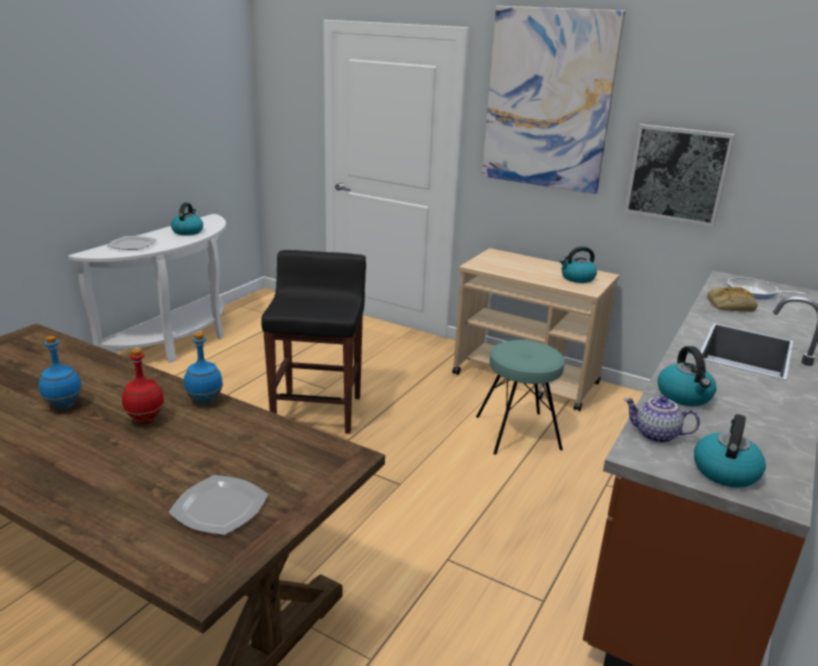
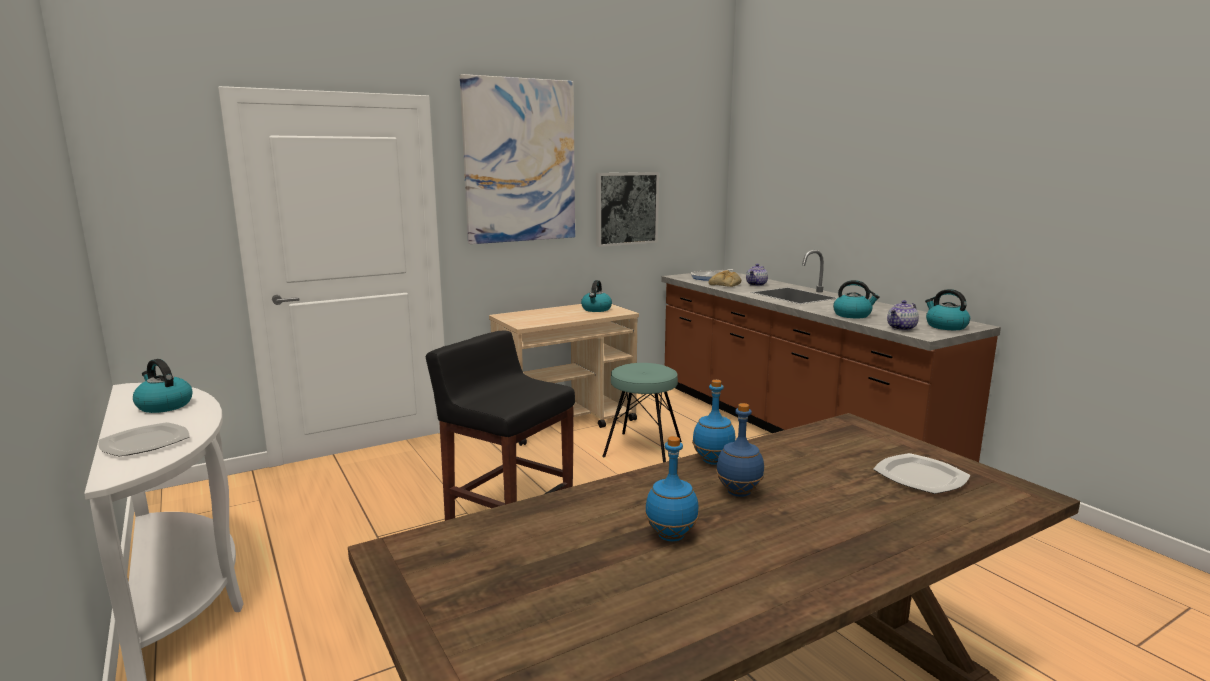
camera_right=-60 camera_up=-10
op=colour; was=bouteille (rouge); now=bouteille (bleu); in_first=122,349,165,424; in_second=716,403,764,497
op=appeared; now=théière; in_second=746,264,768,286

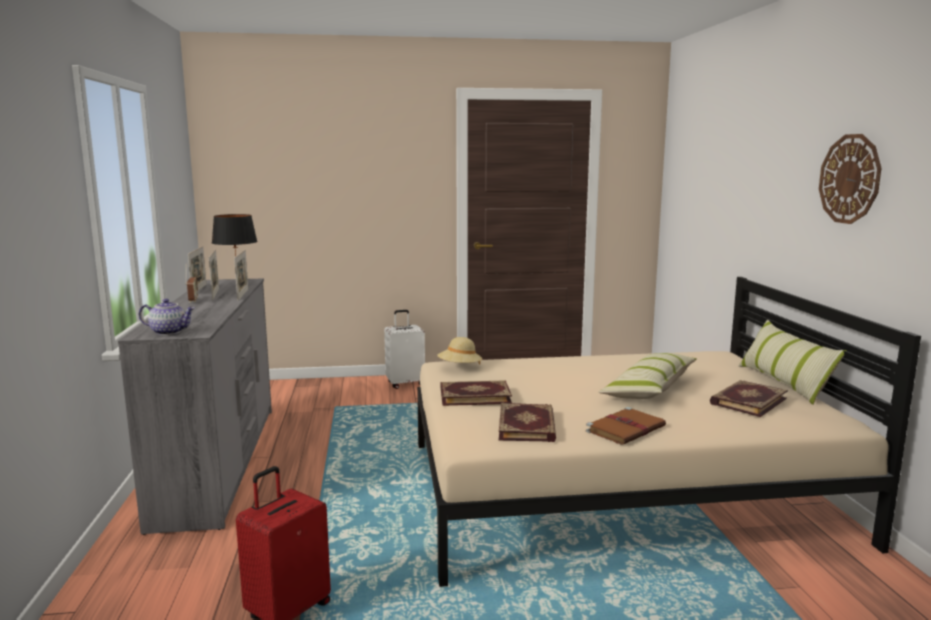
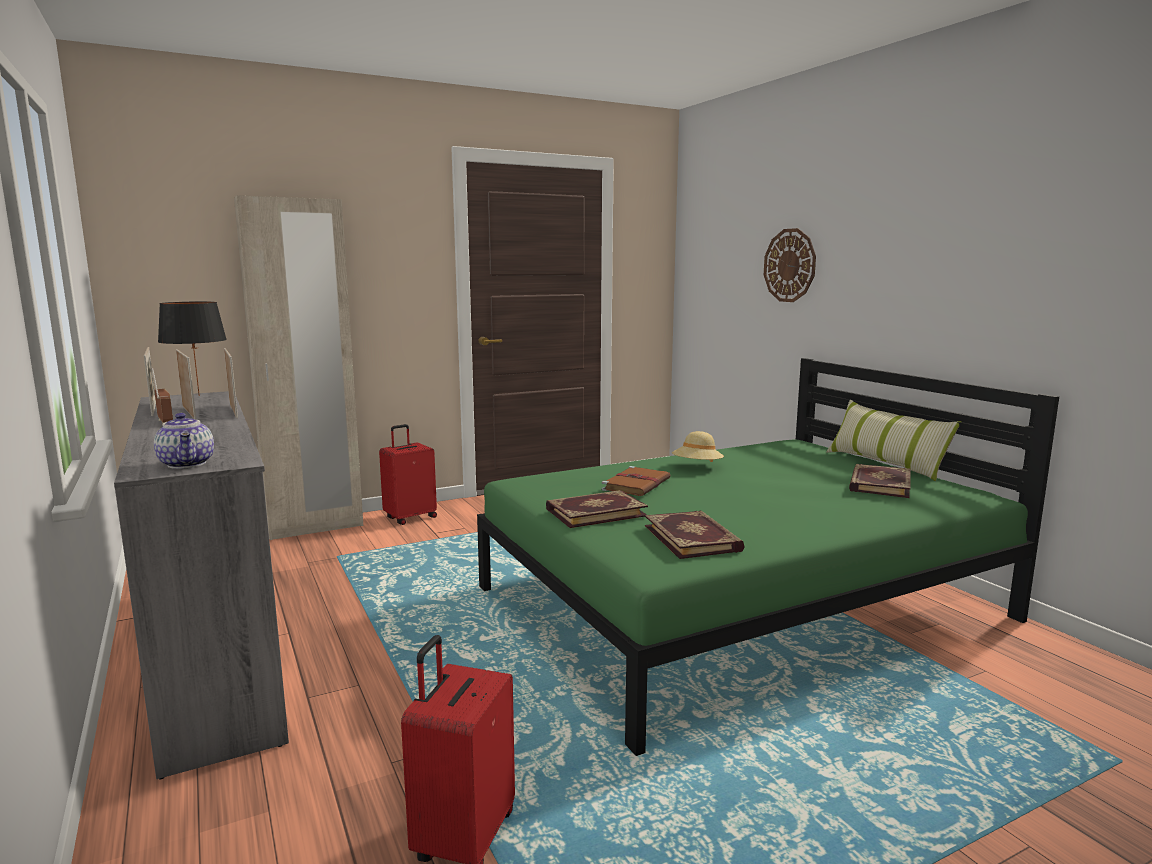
camera_right=-20 camera_up=0
op=spun; was=théière; in_first=139,299,195,335; in_second=154,413,214,469; clockwise=75
op=appeared; now=armoire (beige); in_second=234,195,363,540
op=colour; was=valise (blanc); now=valise (rouge); in_first=384,310,425,389; in_second=379,424,437,525
op=colour; was=lit (beige); now=lit (vert); in_first=417,277,921,587; in_second=477,358,1059,756
op=relocated; was=livre (marron); in_first=586,407,666,445; in_second=602,466,671,496
op=relocated; was=chapeau (beige); in_first=437,337,482,365; in_second=672,431,724,462
op=relocated; was=horloge murale; in_first=819,134,882,224; in_second=764,228,816,302
op=missing; was=coussin; in_first=598,353,697,399

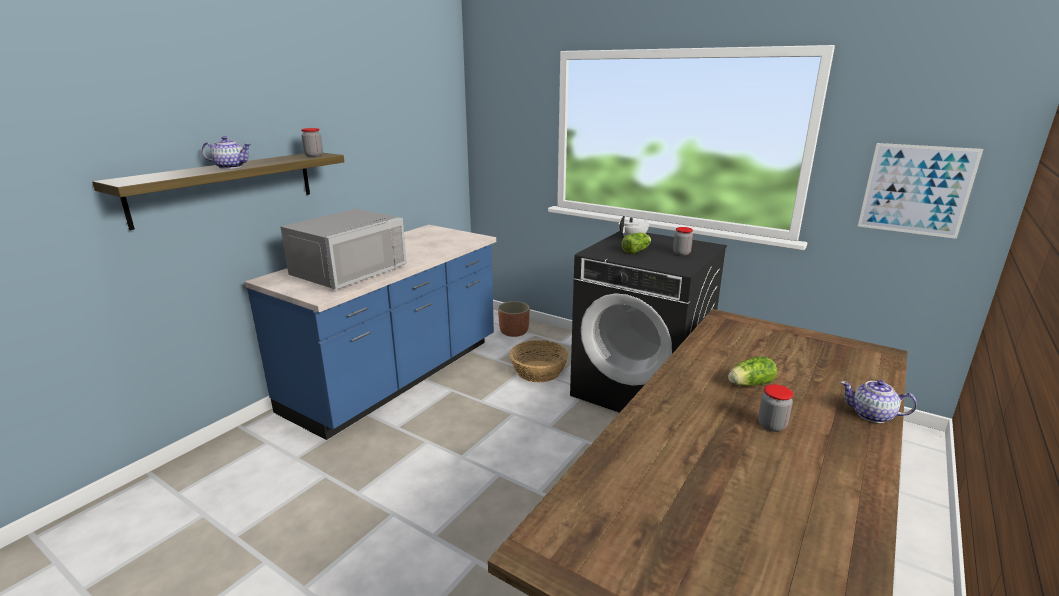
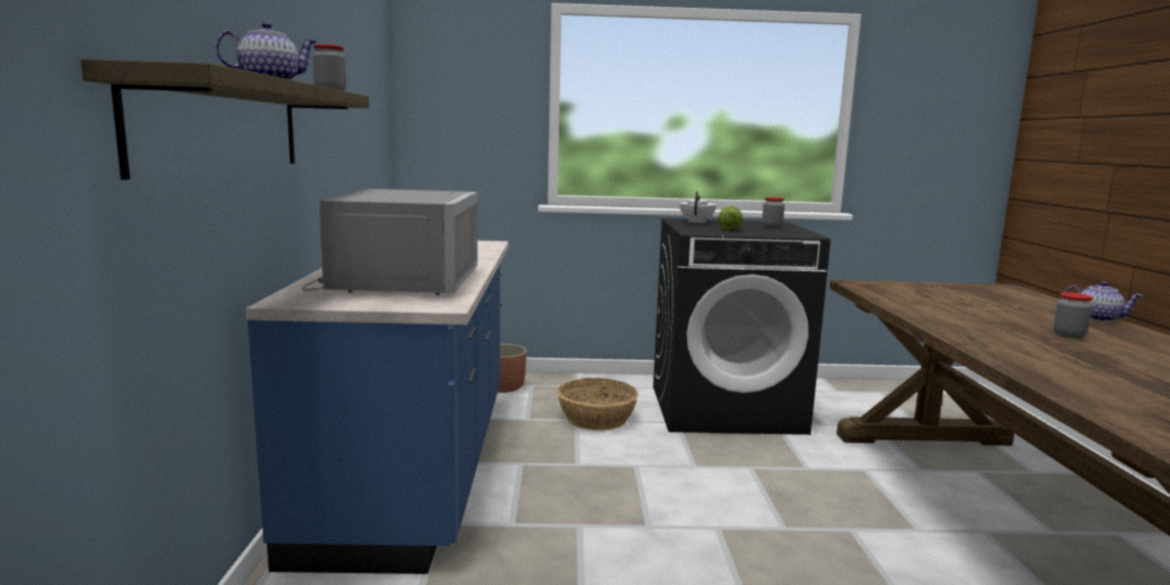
camera_right=-35 camera_up=-10
op=spun; was=théière; in_first=840,380,917,423; in_second=1064,281,1143,322; clockwise=-135
op=missing; was=laitue; in_first=728,356,777,386
op=missing; was=tableau; in_first=858,143,983,239

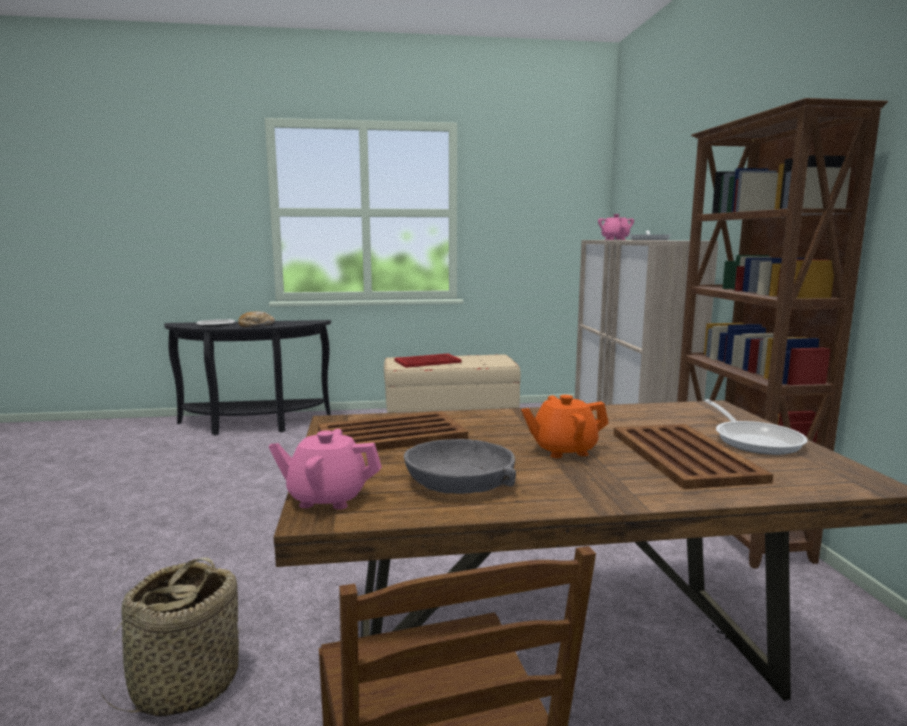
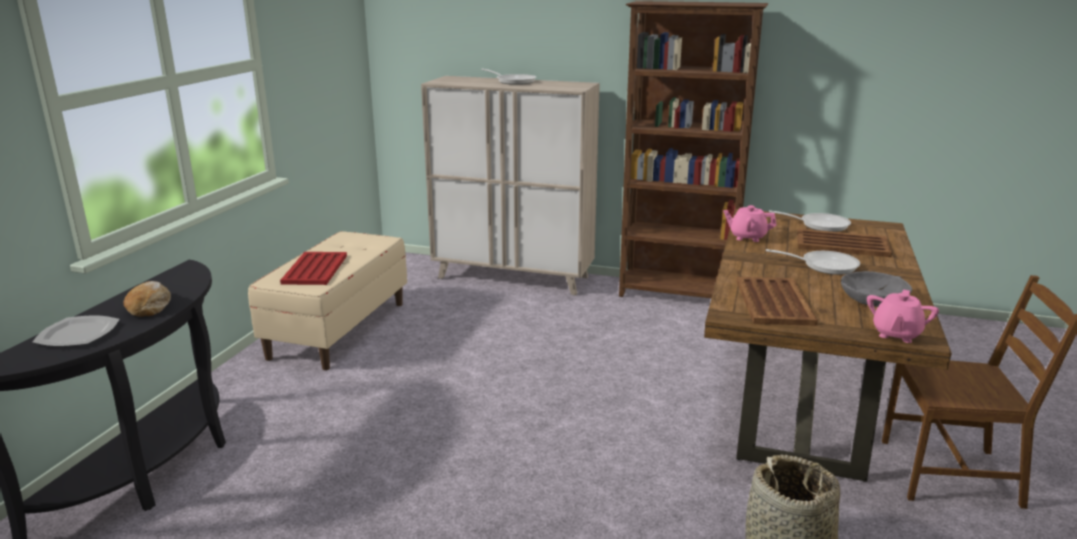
camera_right=-65 camera_up=10
op=relocated; was=théière (rose); in_first=598,214,634,240; in_second=723,205,776,242
op=exchanged; was=théière (orange); now=poêle; in_first=521,395,609,458; in_second=766,249,860,275

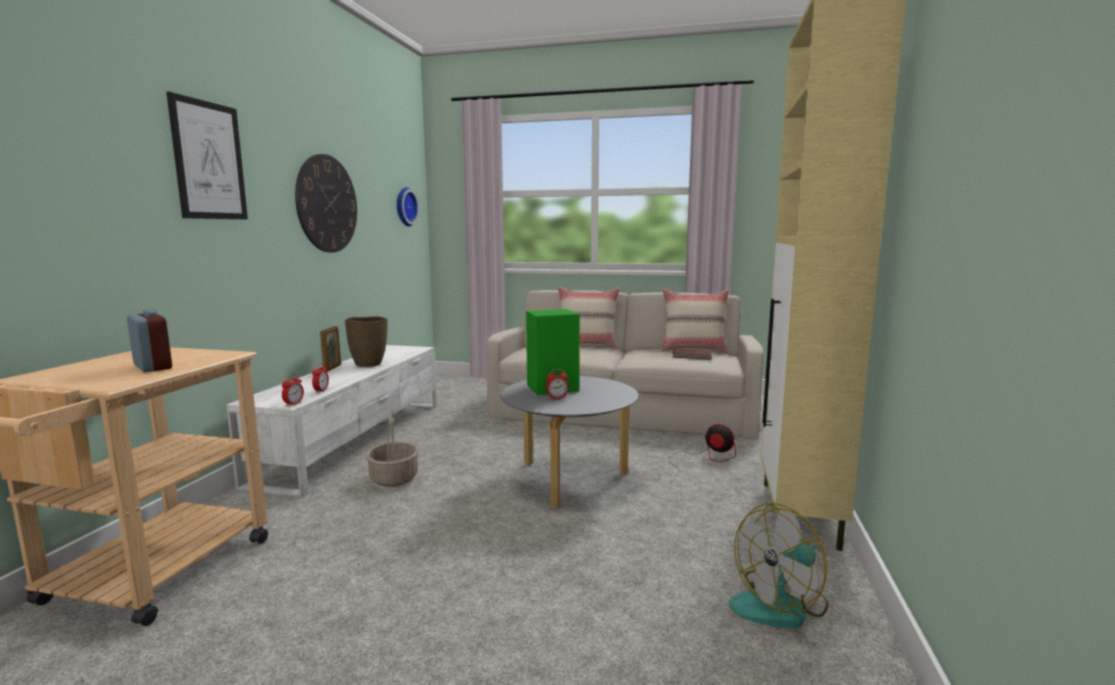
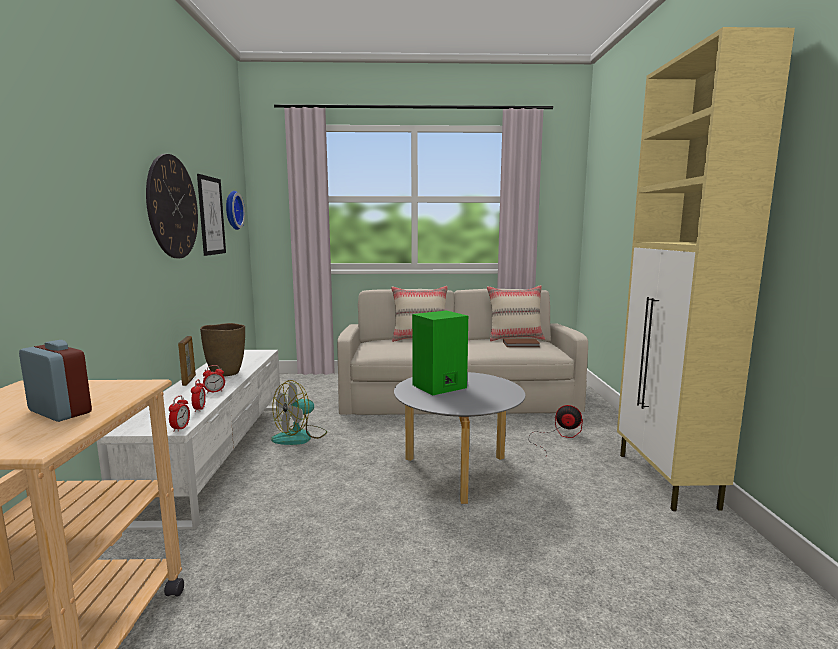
camera_right=-15 camera_up=0
op=relocated; was=tableau; in_first=166,92,248,219; in_second=197,174,226,256
op=relocated; was=réveil; in_first=546,369,569,399; in_second=203,365,225,393
op=relocated; was=ventilateur; in_first=729,503,828,628; in_second=271,380,327,445
op=missing; was=panier; in_first=366,405,419,487

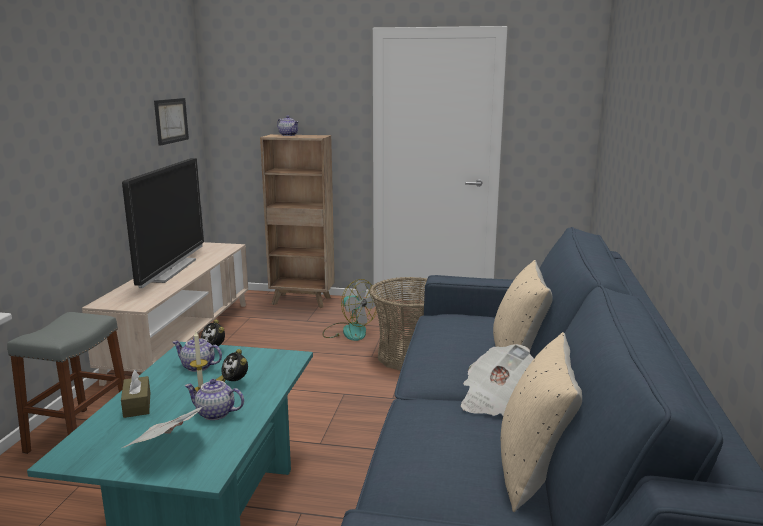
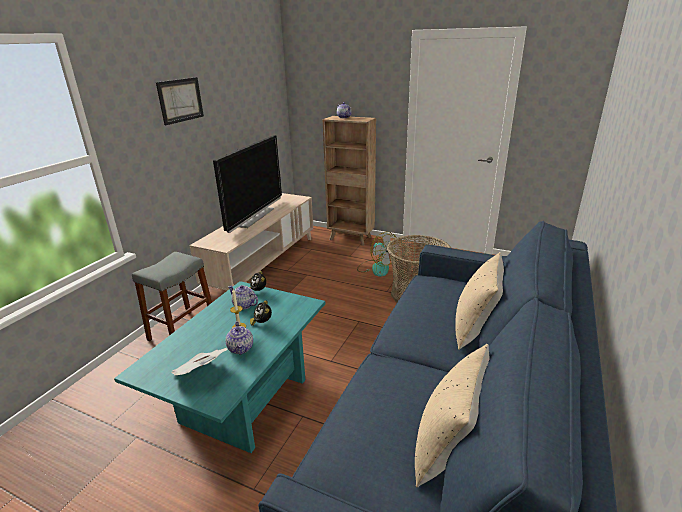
camera_right=15 camera_up=10
op=relocated; was=tableau; in_first=154,98,189,146; in_second=156,77,204,125
op=spun; was=théière; in_first=184,379,244,420; in_second=226,321,253,355; clockwise=-135
op=missing; was=boîte à mouchoirs (marron); in_first=121,370,150,418
op=missing; was=journal; in_first=461,344,534,416

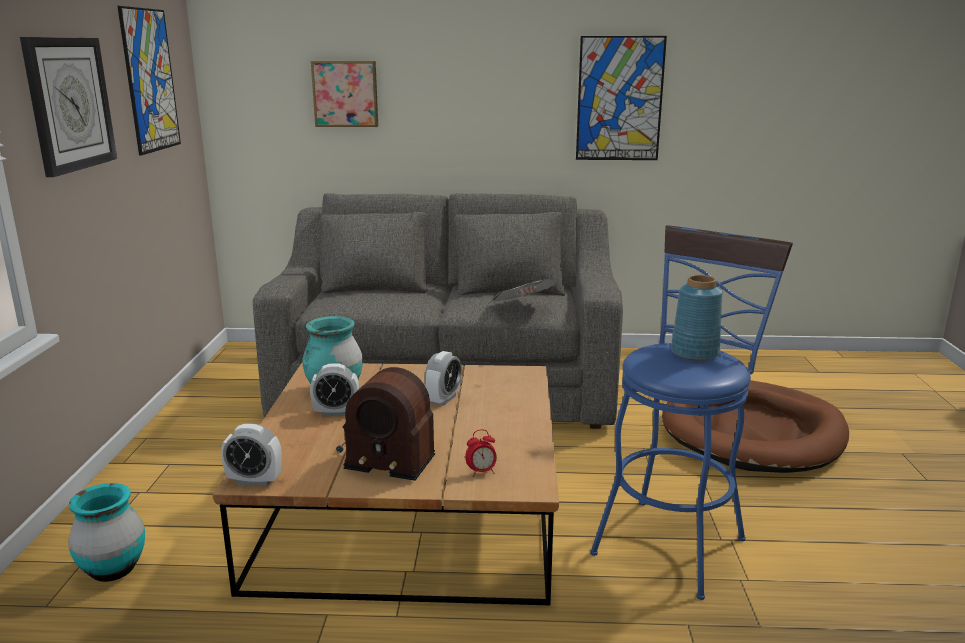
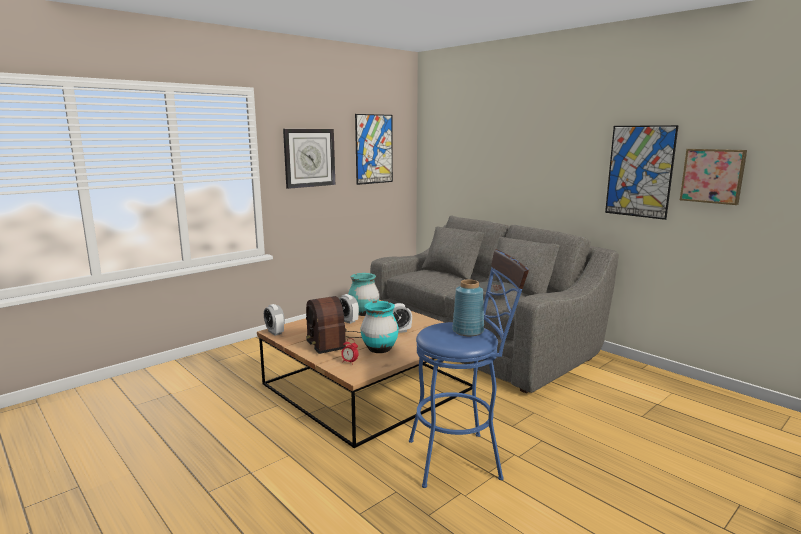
camera_right=45 camera_up=-5
op=relocated; was=vase (turquoise); in_first=68,483,145,582; in_second=361,301,399,353
op=relocated; was=tableau; in_first=311,61,378,127; in_second=680,149,747,205
op=missing; was=panier pour chien (marron); in_first=662,380,849,473

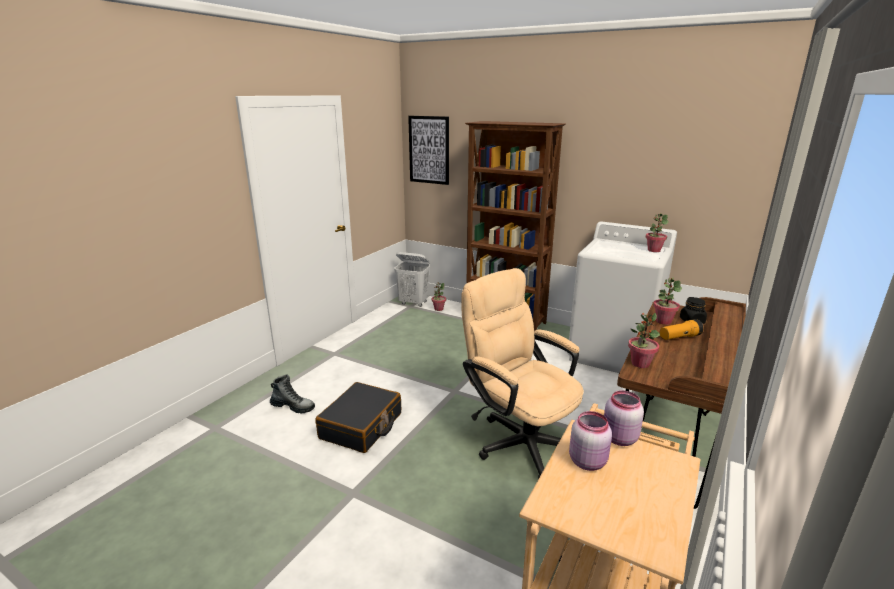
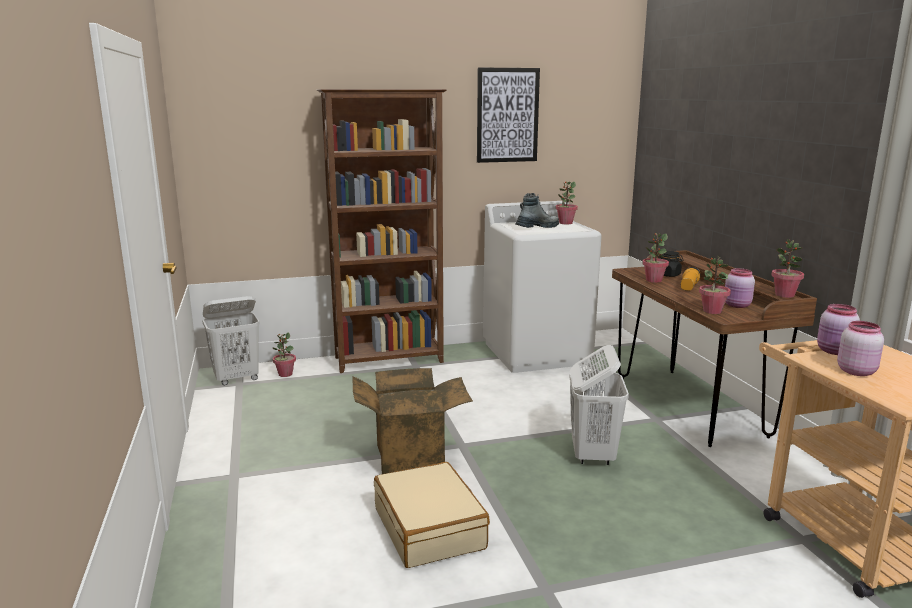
camera_right=-45 camera_up=-5
op=appeared; now=carton; in_second=352,368,473,474
op=colour; was=valise (noir); now=valise (beige); in_first=315,382,401,453; in_second=374,462,490,568
op=relocated; was=tableau; in_first=408,116,449,185; in_second=477,67,540,163
op=relocated; was=botte; in_first=270,374,315,414; in_second=516,193,559,228
op=exchanged; was=chaise de bureau (beige); now=panier à linge (blanc); in_first=461,268,584,478; in_second=569,345,629,465
op=appeared; now=bocal (rose); in_second=725,268,755,308
op=appeared; now=plante en pot; in_second=772,239,804,298

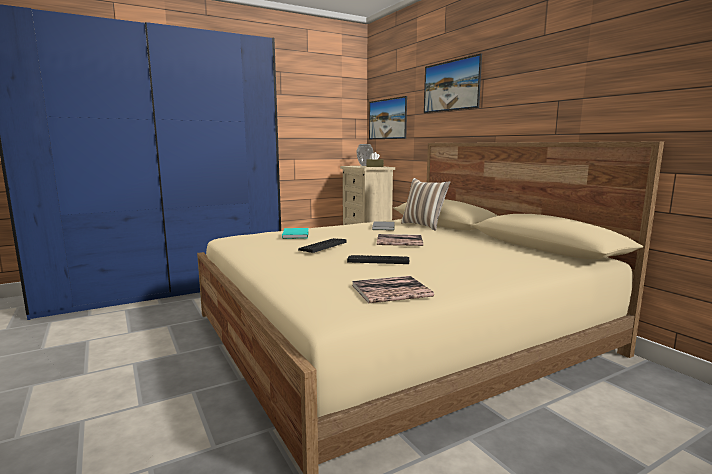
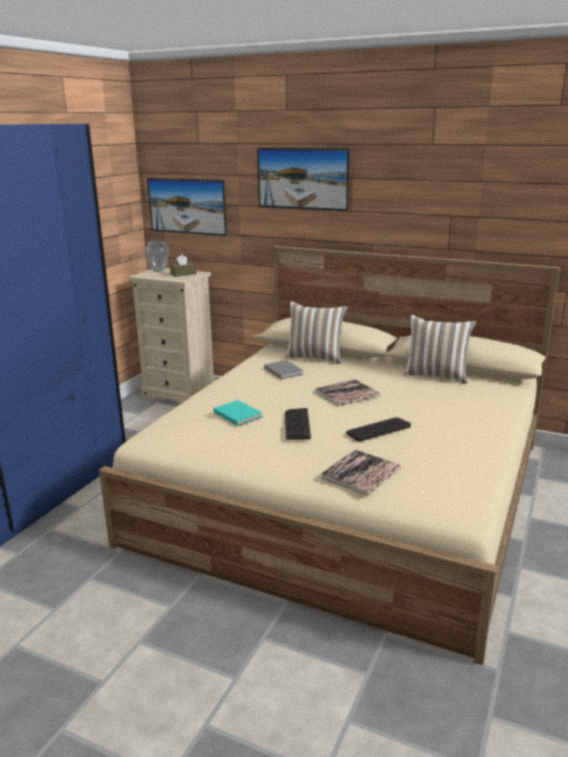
camera_right=-35 camera_up=10
op=relocated; was=livre; in_first=352,276,434,303; in_second=321,450,401,496
op=appeared; now=coussin; in_second=404,315,476,384

